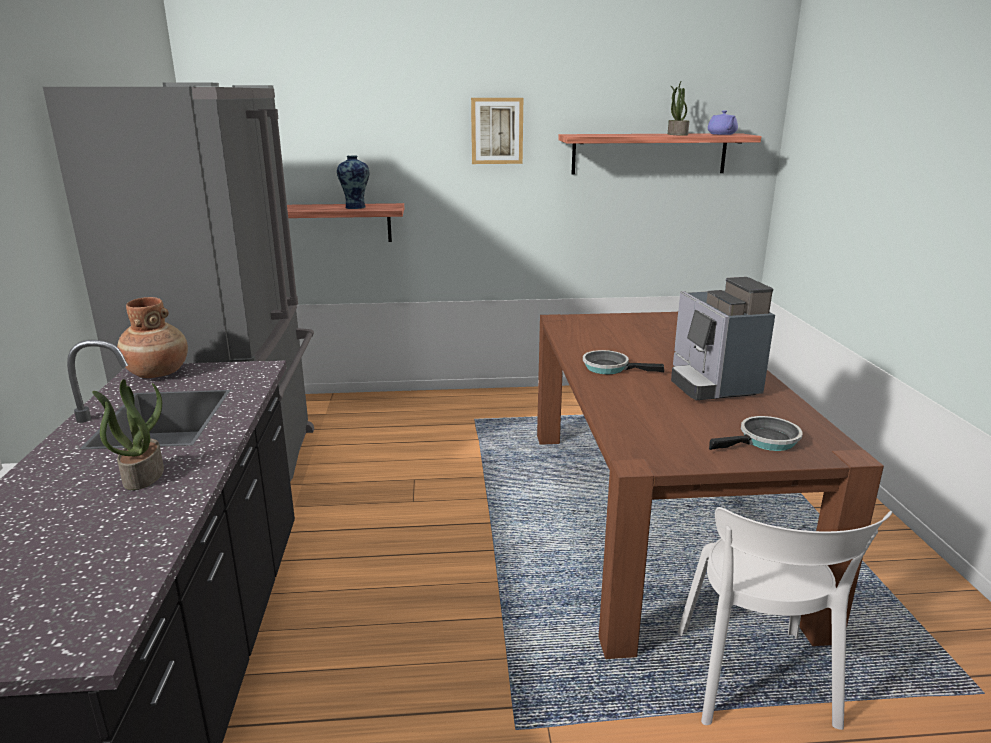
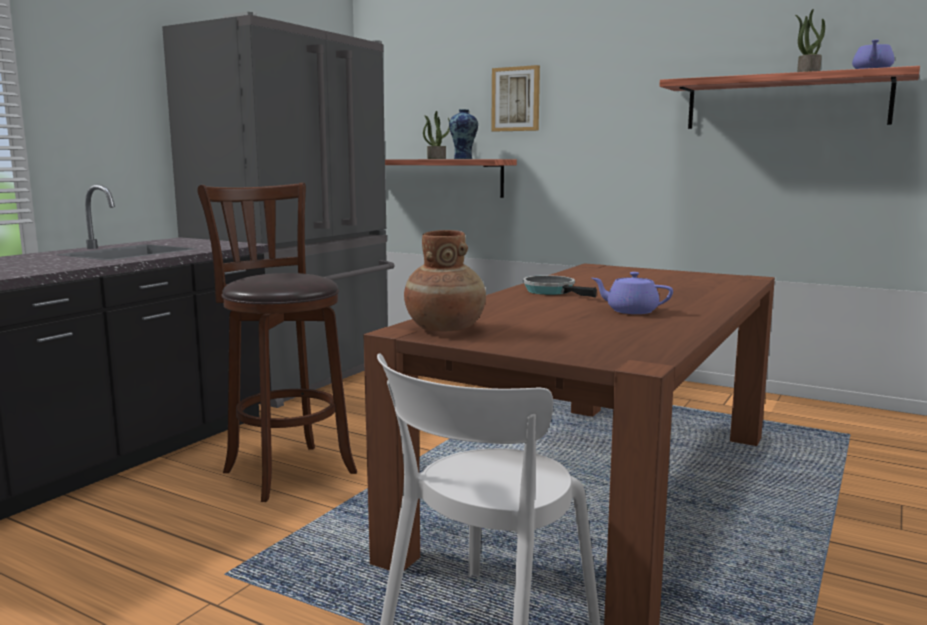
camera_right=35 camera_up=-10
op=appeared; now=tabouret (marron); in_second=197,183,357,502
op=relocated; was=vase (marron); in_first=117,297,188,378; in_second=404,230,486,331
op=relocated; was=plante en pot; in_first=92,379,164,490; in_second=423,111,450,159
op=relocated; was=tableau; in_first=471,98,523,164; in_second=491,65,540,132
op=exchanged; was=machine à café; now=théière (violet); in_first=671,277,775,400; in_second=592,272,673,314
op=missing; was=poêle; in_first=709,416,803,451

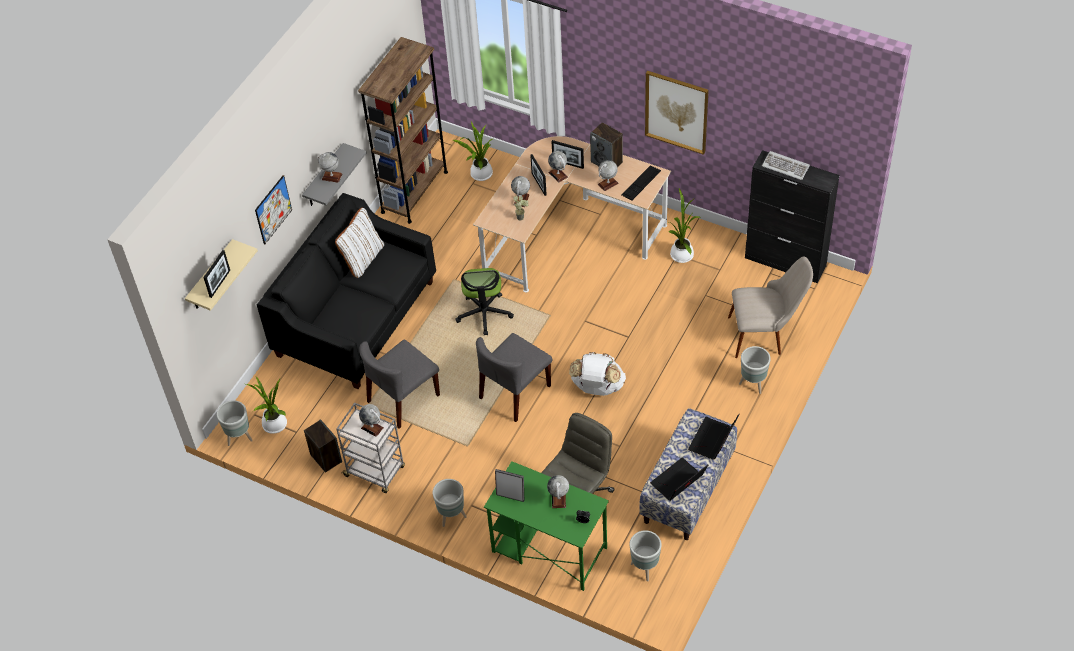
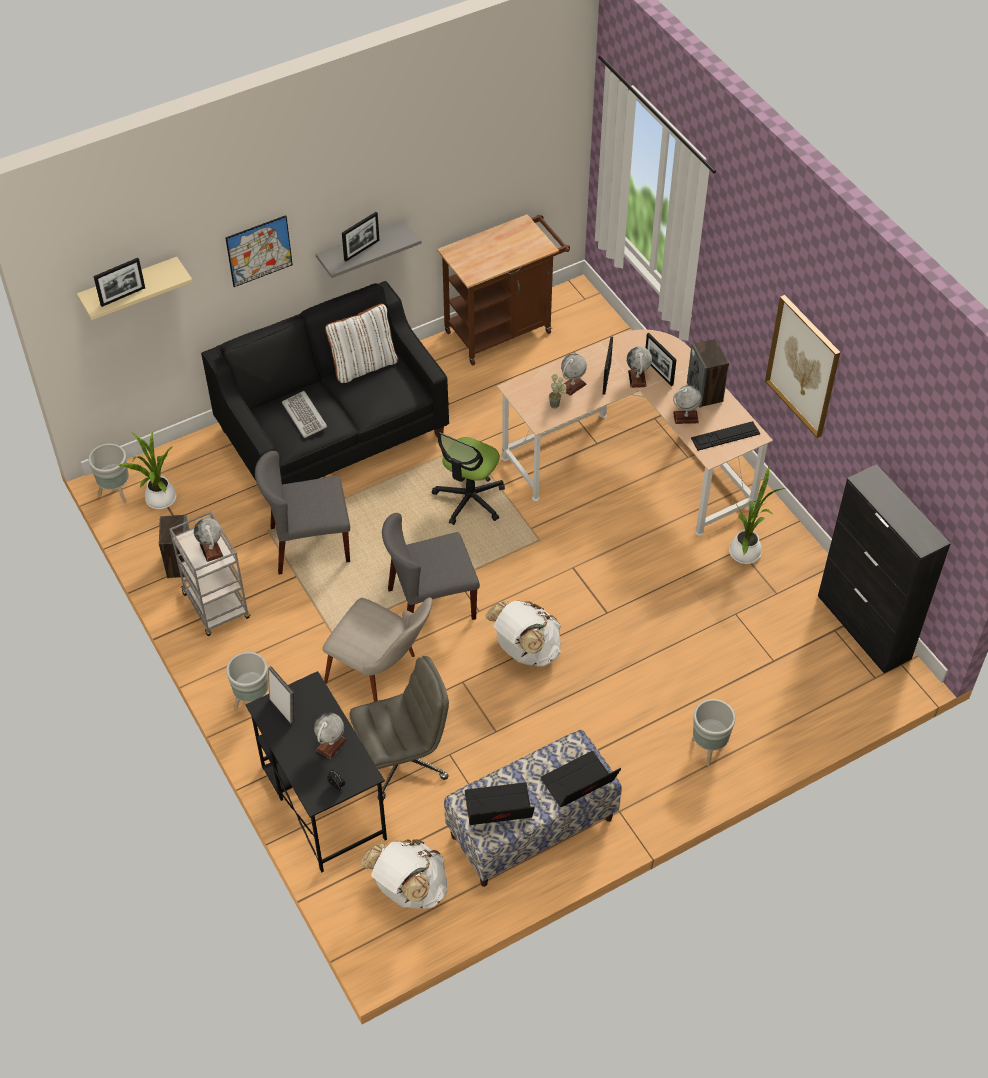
camera_right=30 camera_up=0
op=colour; was=bureau (vert); now=bureau (noir); in_first=484,461,609,591; in_second=245,671,387,872
op=relocated; was=clavier; in_first=762,151,810,180; in_second=282,391,327,438
op=relocated; was=chaise (beige); in_first=728,256,813,358; in_second=322,598,433,702
op=exchanged; was=globe; now=cadre photo; in_first=318,152,342,183; in_second=342,212,380,261
op=exchanged; was=cache-pot (gris); now=sac à dos (blanc); in_first=630,530,662,582; in_second=361,839,448,909
op=exchanged; was=bibliothèque (marron); now=chariot (marron); in_first=358,37,448,224; in_second=437,214,570,365
op=missing; was=plante en pot; in_first=453,122,493,181

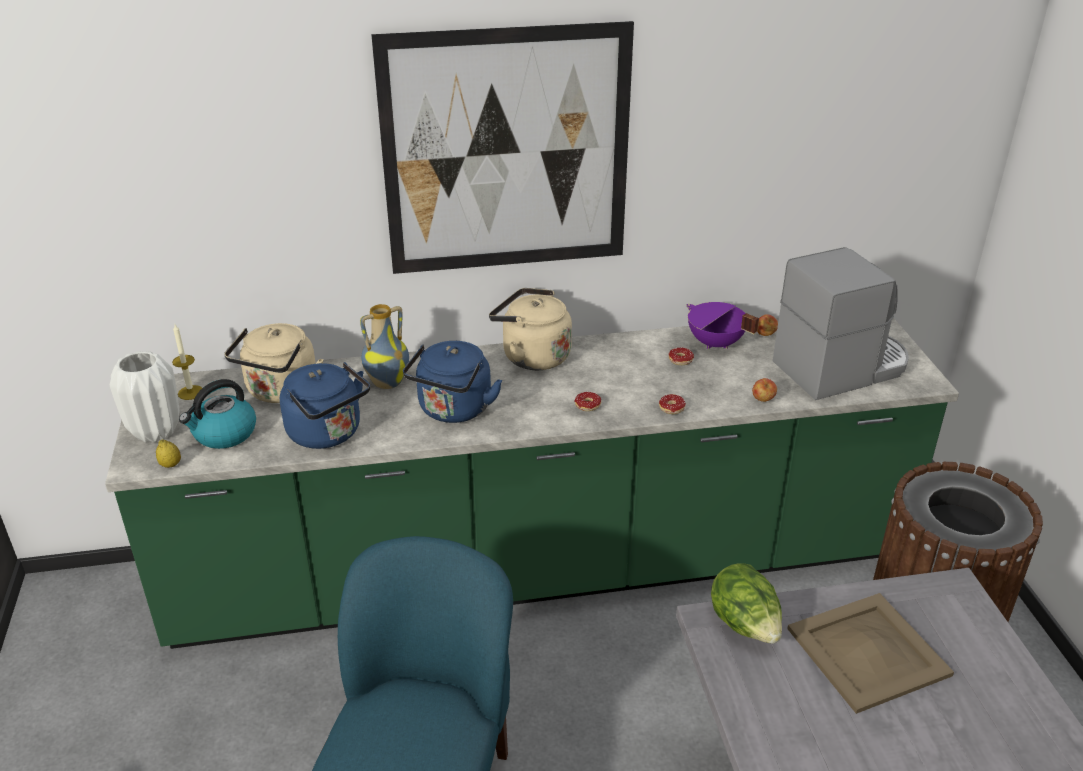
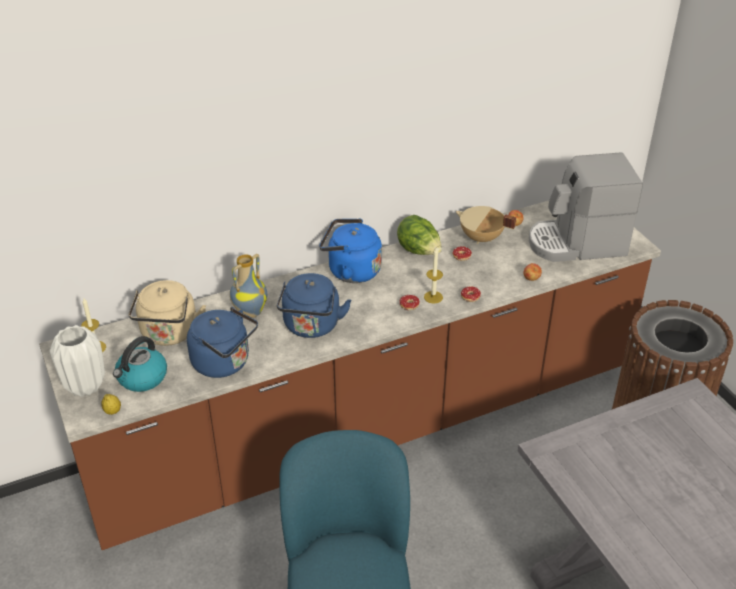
camera_right=-15 camera_up=5
op=colour; was=comptoir de cuisine (vert); now=comptoir de cuisine (marron); in_first=105,318,959,649; in_second=39,201,661,550
op=colour; was=bouilloire (beige); now=bouilloire (bleu); in_first=489,288,572,370; in_second=319,219,382,283
op=relocated; was=laitue; in_first=711,563,782,644; in_second=397,215,442,255
op=appeared; now=bougie; in_second=424,248,443,304
op=colour; was=marmite (violet); now=marmite (beige); in_first=686,302,759,349; in_second=456,206,516,244
op=spun; was=machine à café; in_first=773,247,909,400; in_second=529,153,643,262; clockwise=-150
op=missing; was=tableau; in_first=371,21,634,274
op=missing; was=plateau (beige); in_first=787,593,954,714

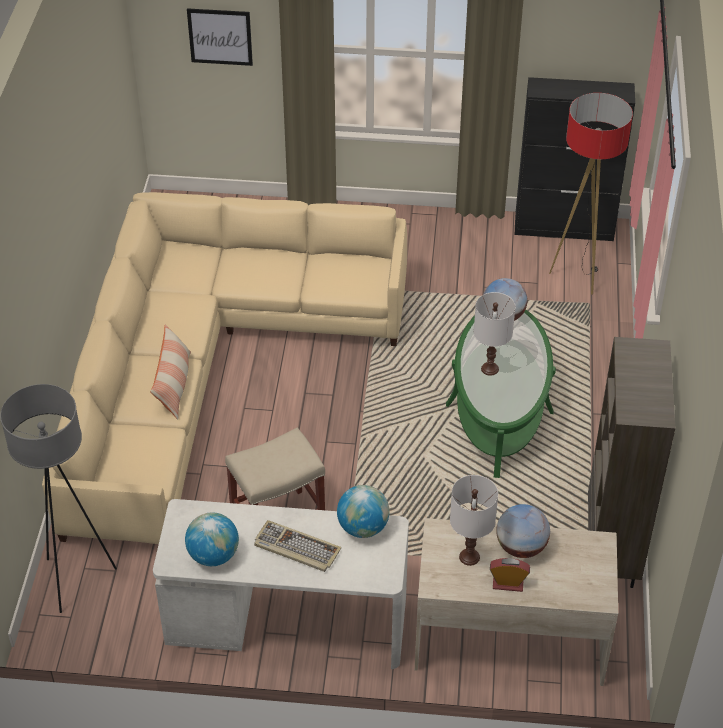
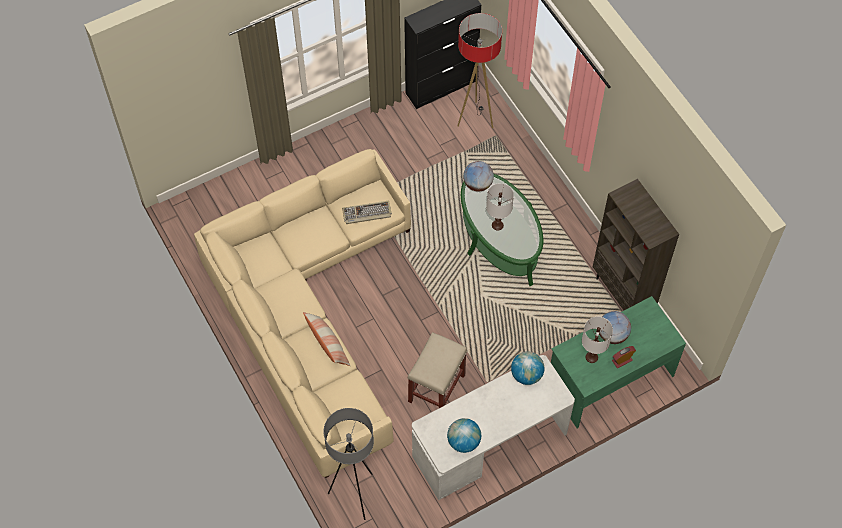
camera_right=-35 camera_up=15
op=relocated; was=clavier; in_first=254,520,341,572; in_second=342,201,392,224
op=colour; was=bureau (beige); now=bureau (vert); in_first=415,518,618,686; in_second=551,296,686,429
op=missing; was=tableau; in_first=187,8,253,66

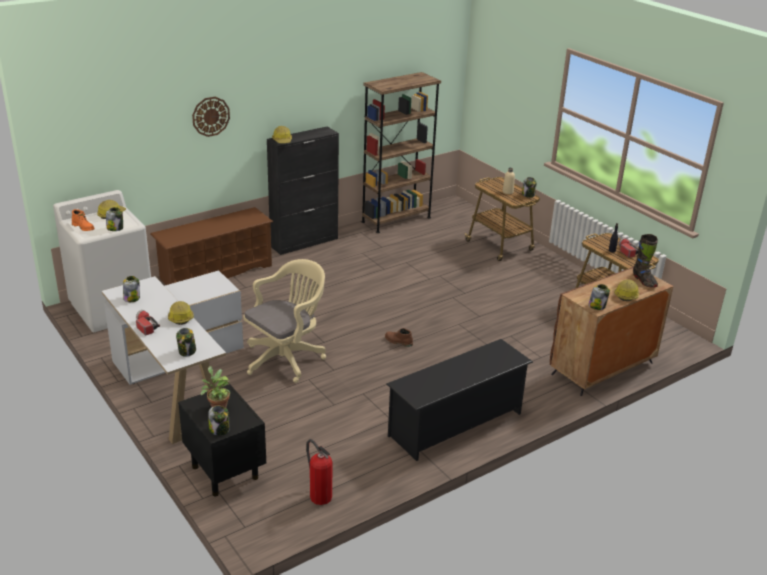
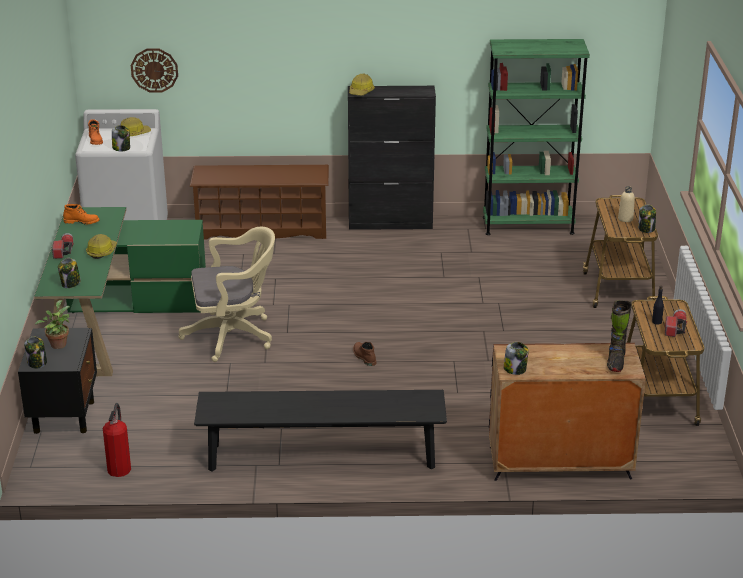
camera_right=35 camera_up=0
op=colour; was=bureau (blanc); now=bureau (vert); in_first=102,271,244,444; in_second=34,207,206,376
op=exchanged; was=bocal; now=botte (orange); in_first=123,276,140,302; in_second=63,204,100,224
op=relocated; was=horloge murale; in_first=192,97,230,137; in_second=131,49,178,93
op=exchanged; was=étagère à chaussures (noir); now=banc (noir); in_first=387,339,533,461; in_second=194,390,447,472
op=colour; was=bibliothèque (marron); now=bibliothèque (vert); in_first=362,72,441,233; in_second=483,39,590,235
op=missing; was=casque de chantier; in_first=614,279,639,301

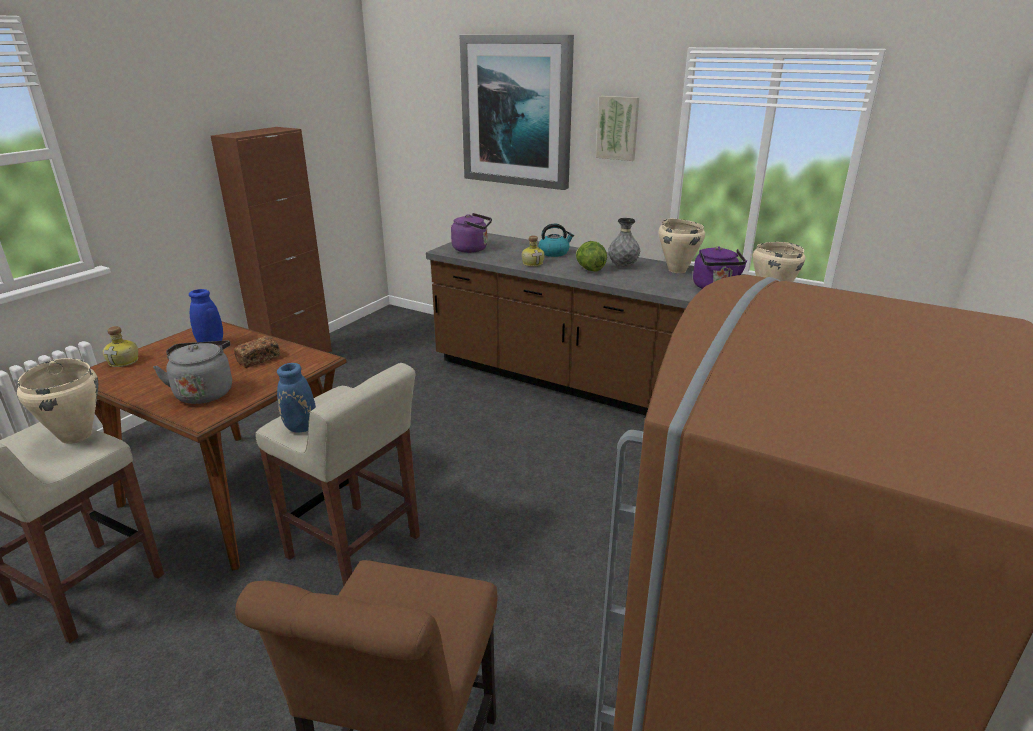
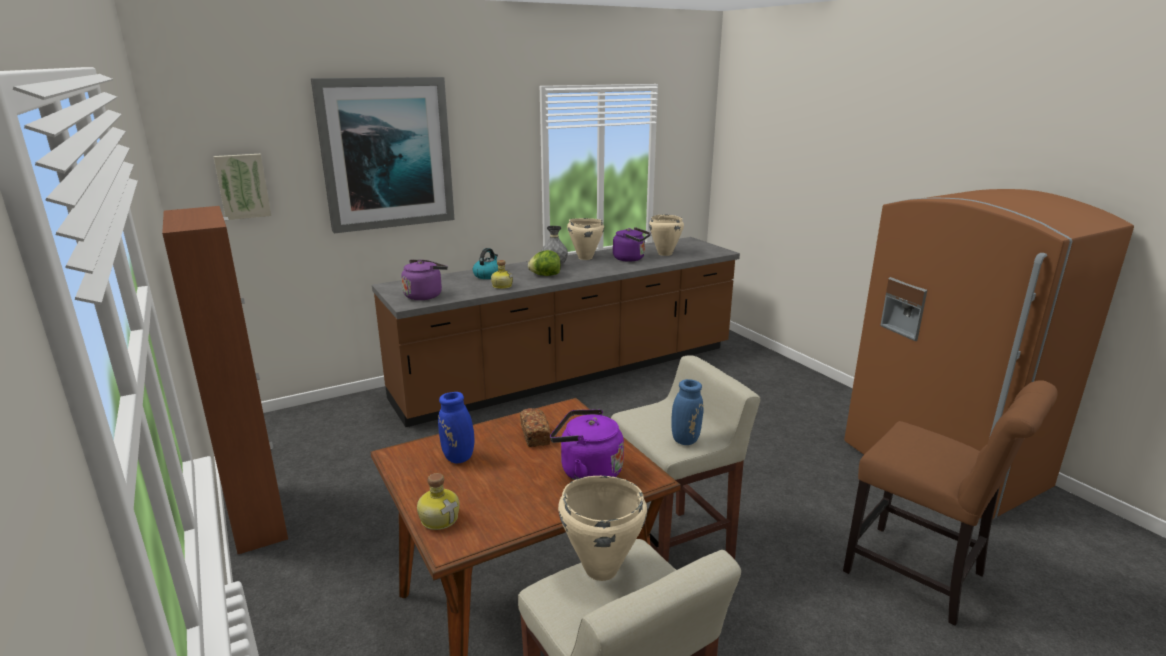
camera_right=-60 camera_up=-5
op=relocated; was=tableau; in_first=596,96,639,161; in_second=213,154,271,220
op=colour; was=bouilloire (gris); now=bouilloire (violet); in_first=153,340,232,404; in_second=550,409,624,480

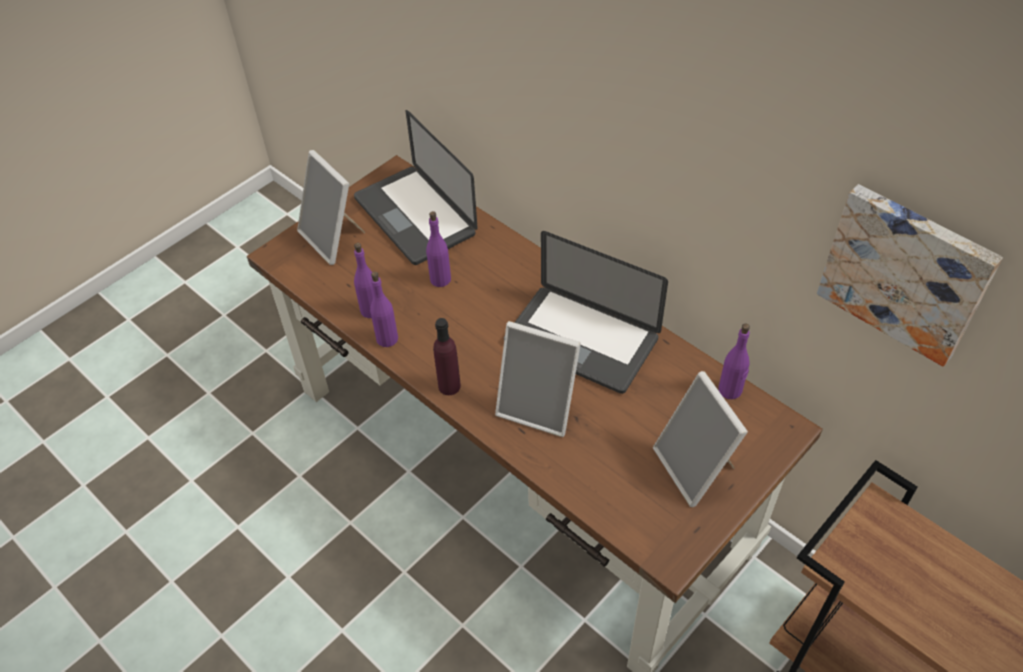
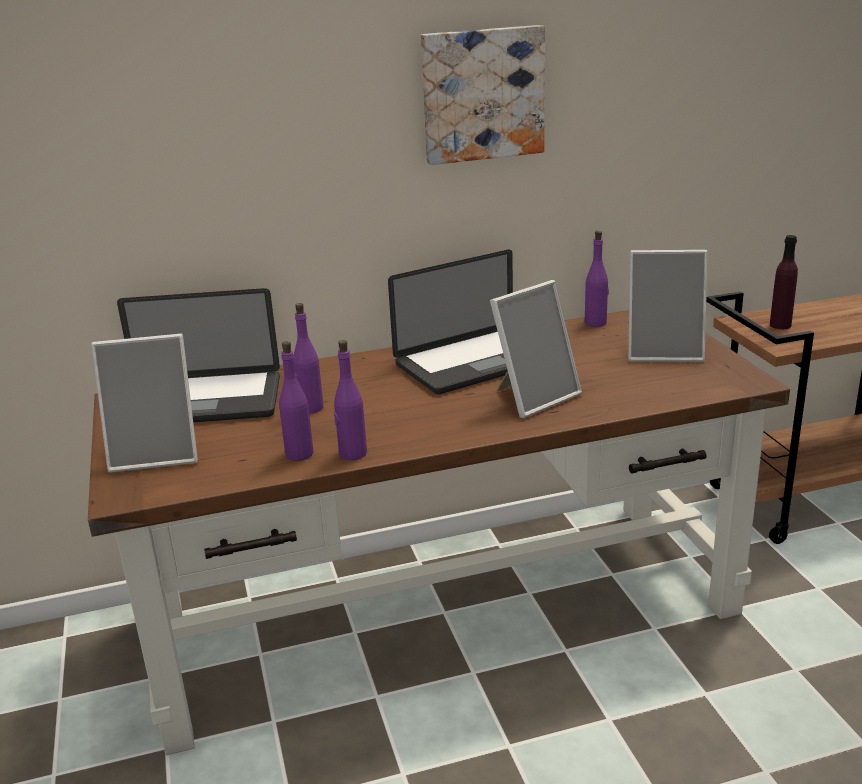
camera_right=-60 camera_up=-25
op=relocated; was=tableau; in_first=817,184,1003,367; in_second=421,25,545,165
op=relocated; was=bouteille (violet); in_first=433,318,461,395; in_second=770,235,798,329

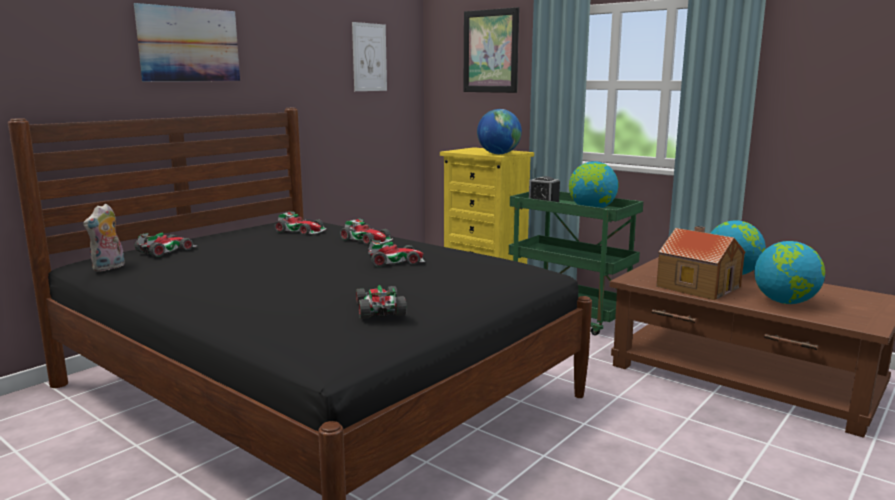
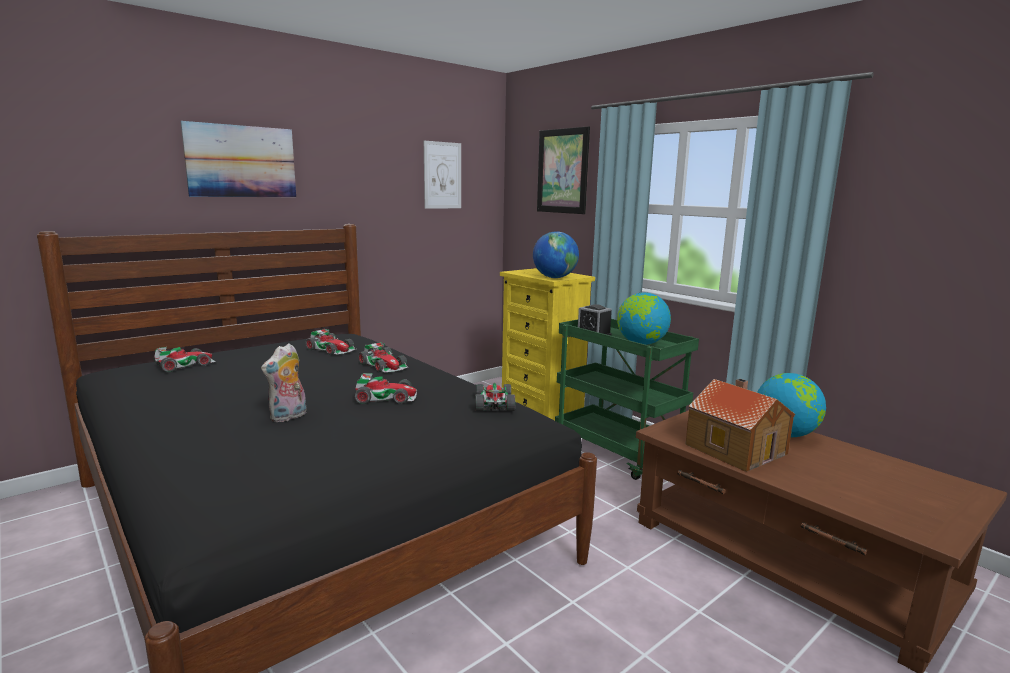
camera_right=10 camera_up=0
op=relocated; was=peluche; in_first=83,204,125,272; in_second=261,343,307,422
op=relocated; was=petite voiture; in_first=356,285,407,319; in_second=475,383,515,411
op=missing; was=globe; in_first=754,241,825,304

